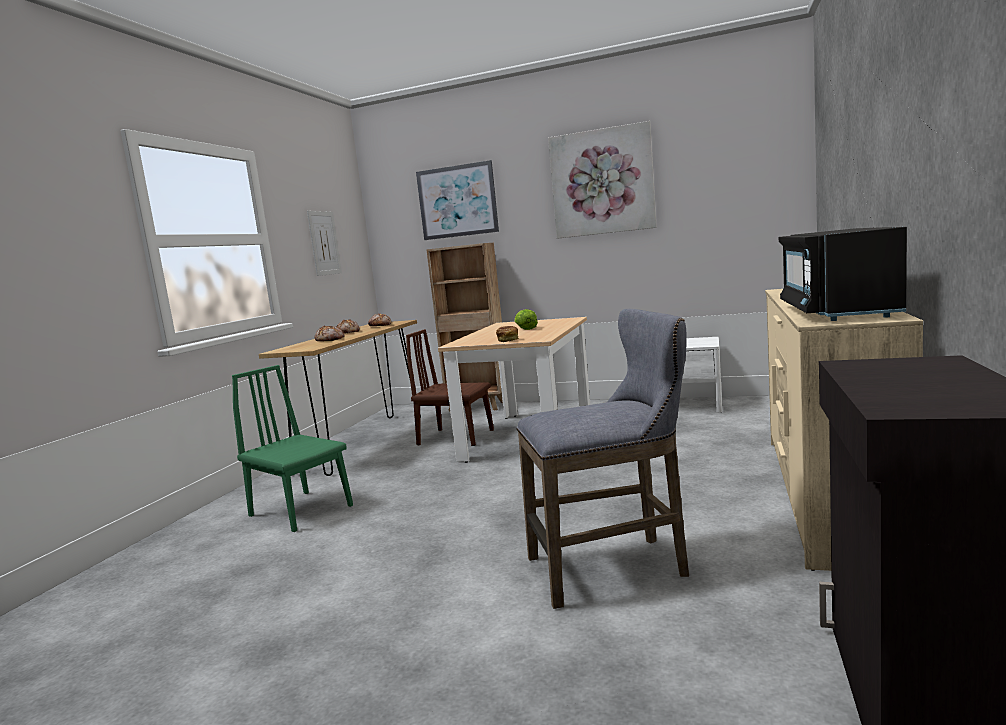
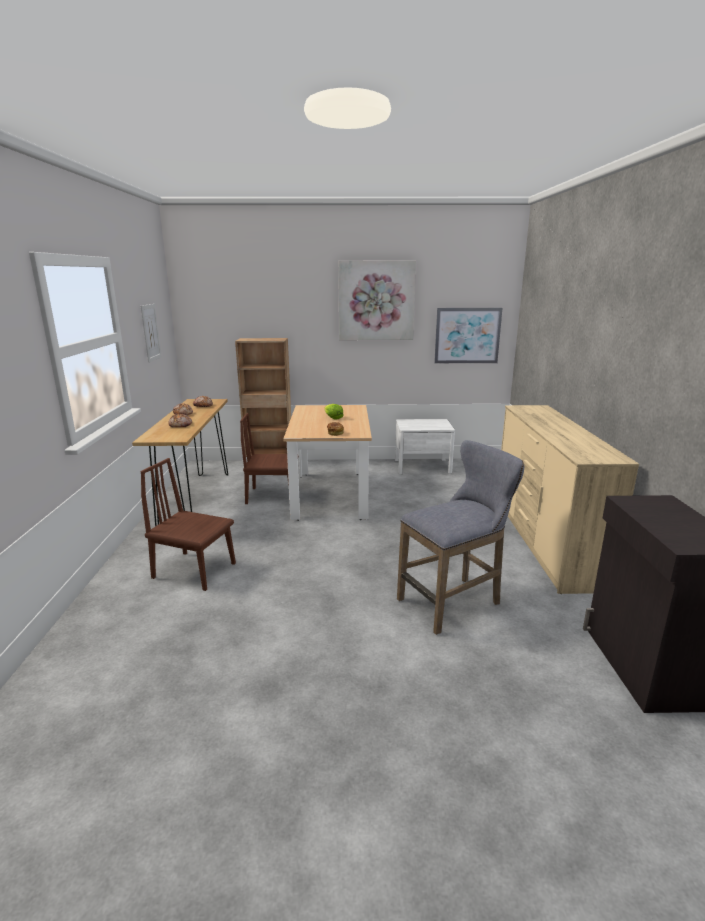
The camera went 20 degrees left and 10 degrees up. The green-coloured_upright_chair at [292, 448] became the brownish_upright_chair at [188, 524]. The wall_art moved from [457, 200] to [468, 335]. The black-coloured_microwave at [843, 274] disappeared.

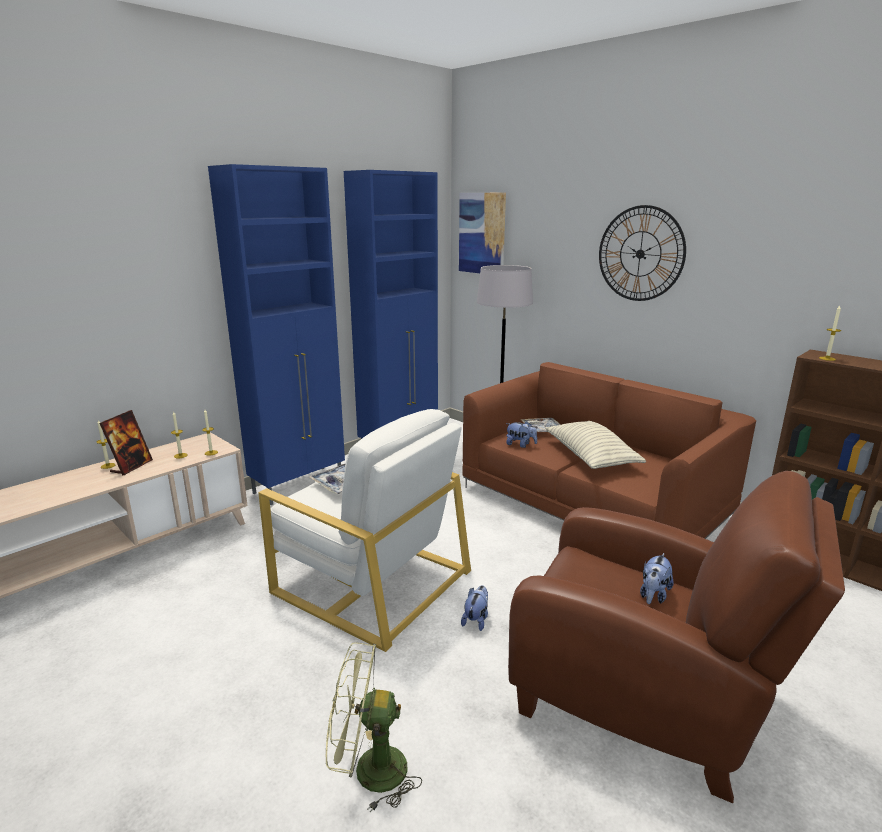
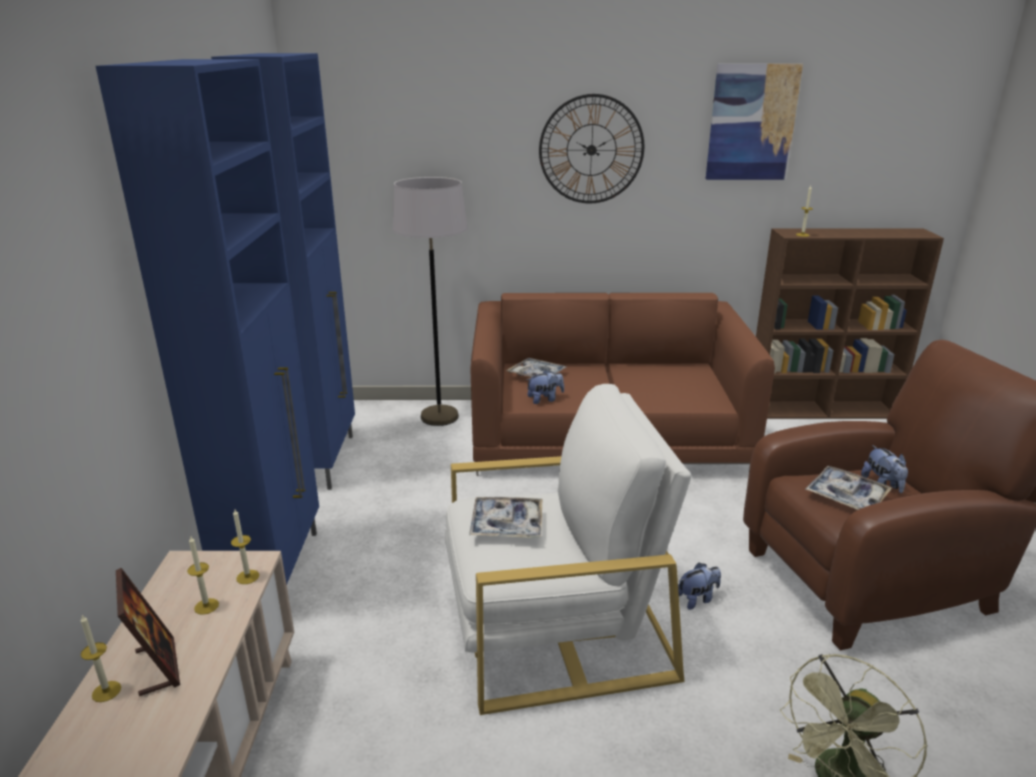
The camera went 45 degrees left and 5 degrees up. The wall_art moved from [482, 233] to [754, 122]. The plush_toy at [474, 608] turned 90 degrees clockwise. The throw_pillow at [595, 445] disappeared. The serving_tray at [848, 488] appeared.

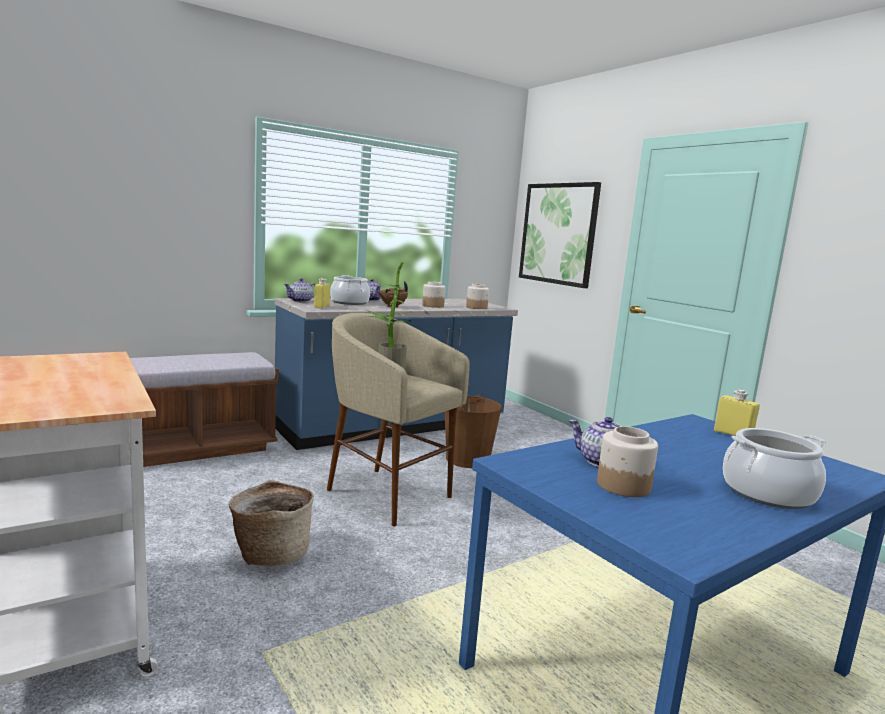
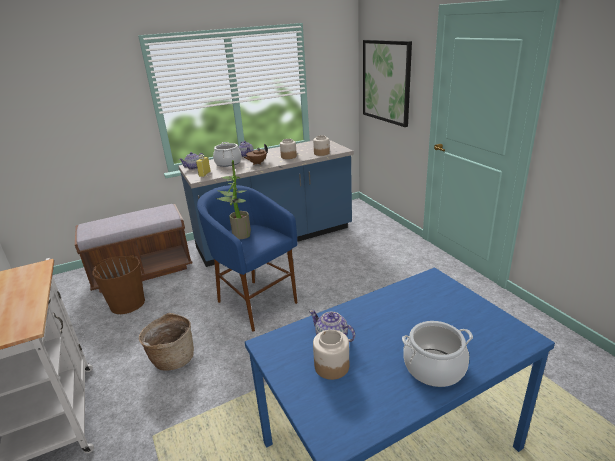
The camera went 10 degrees right and 15 degrees up. The sand-coloured_stool at [398, 420] became the blue_stool at [247, 258]. The brownish_bucket moved from [473, 431] to [119, 284]. The yellow_beverage_bottle at [737, 412] disappeared.

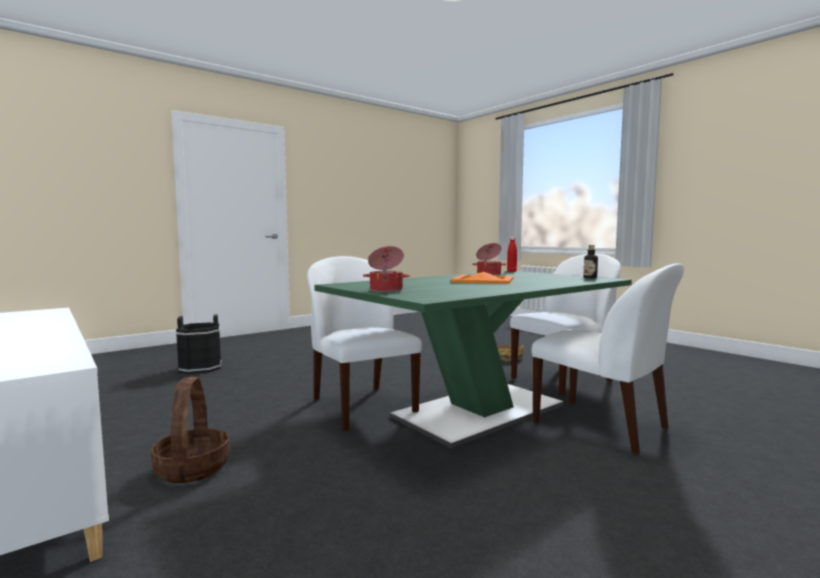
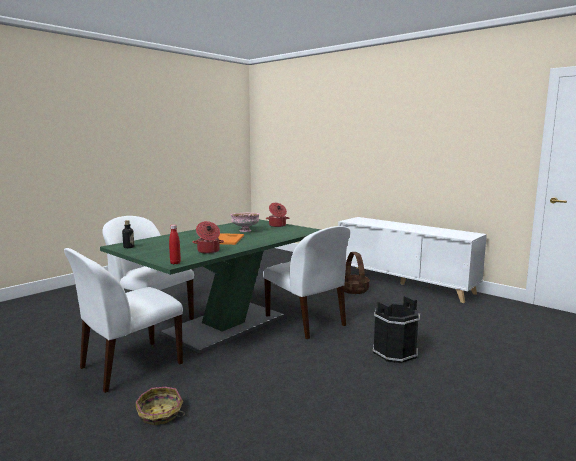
The camera went 170 degrees right and 5 degrees up. The black-coloured_bucket moved from [199, 344] to [396, 329]. The pinkish_deep_dish at [245, 222] appeared.

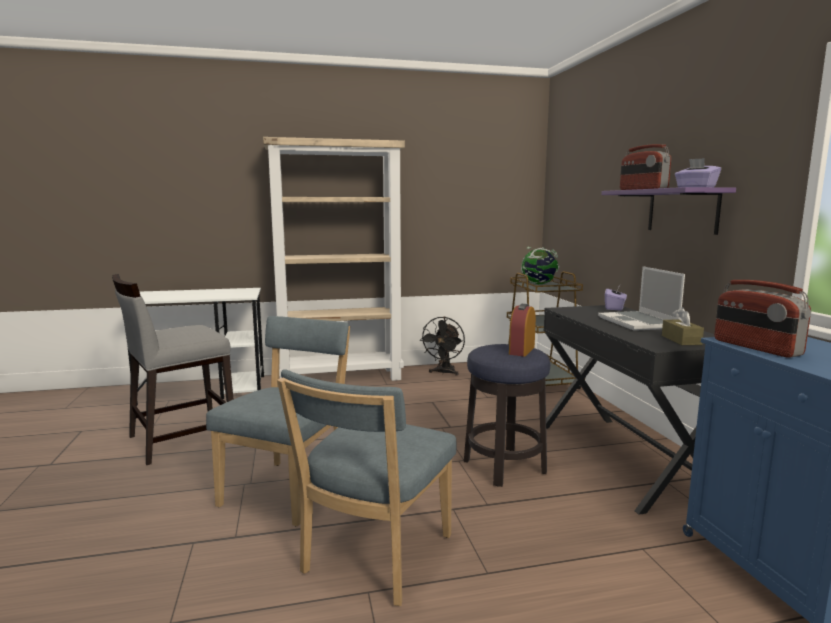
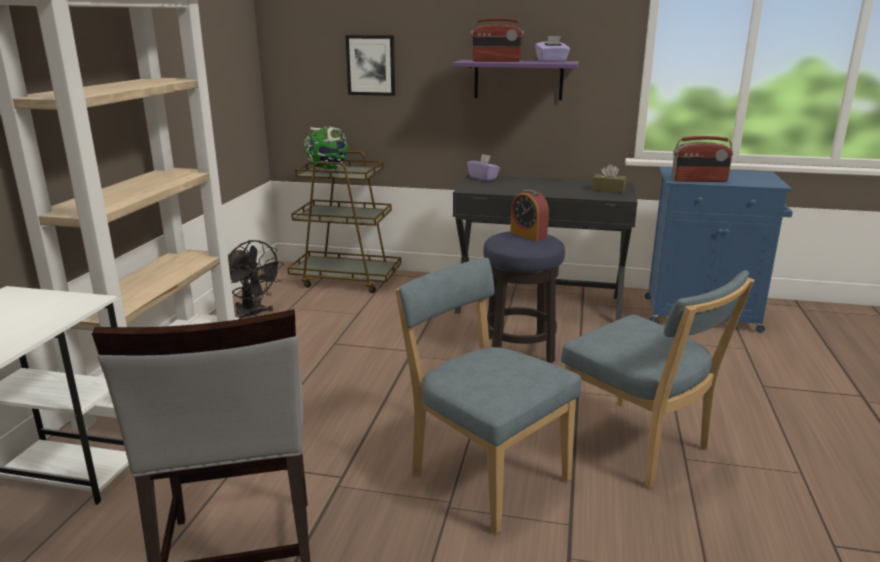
The camera went 65 degrees left and 10 degrees up. The portable_computer at [641, 298] disappeared. The wall_art at [370, 65] appeared.

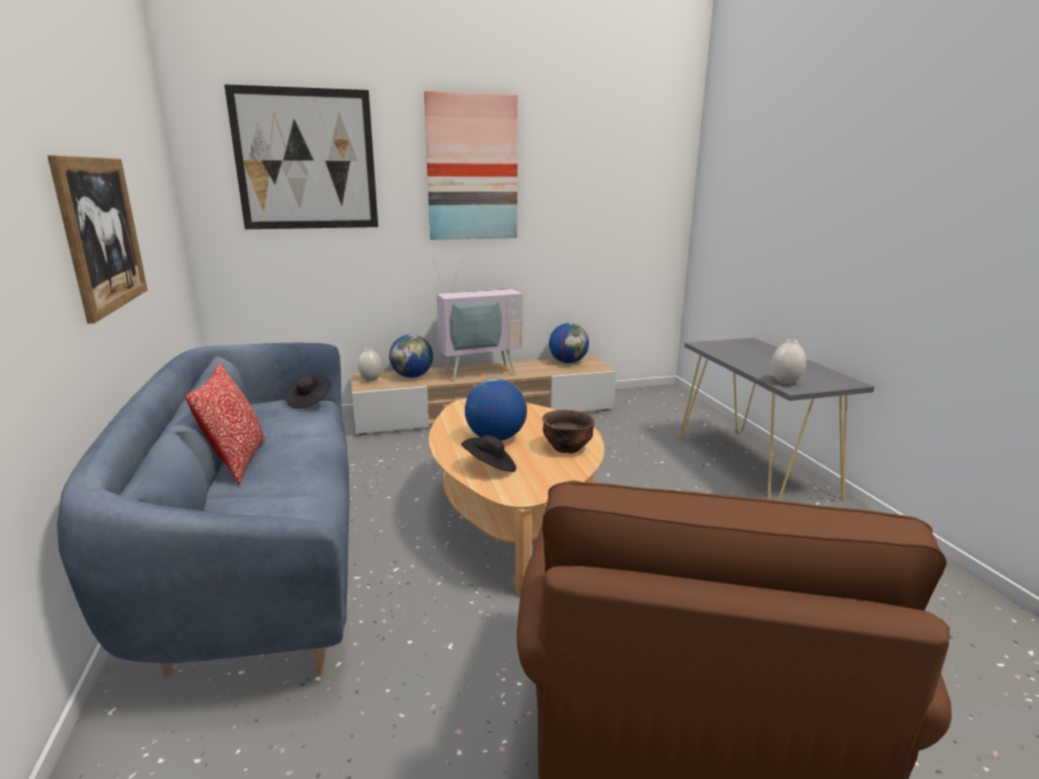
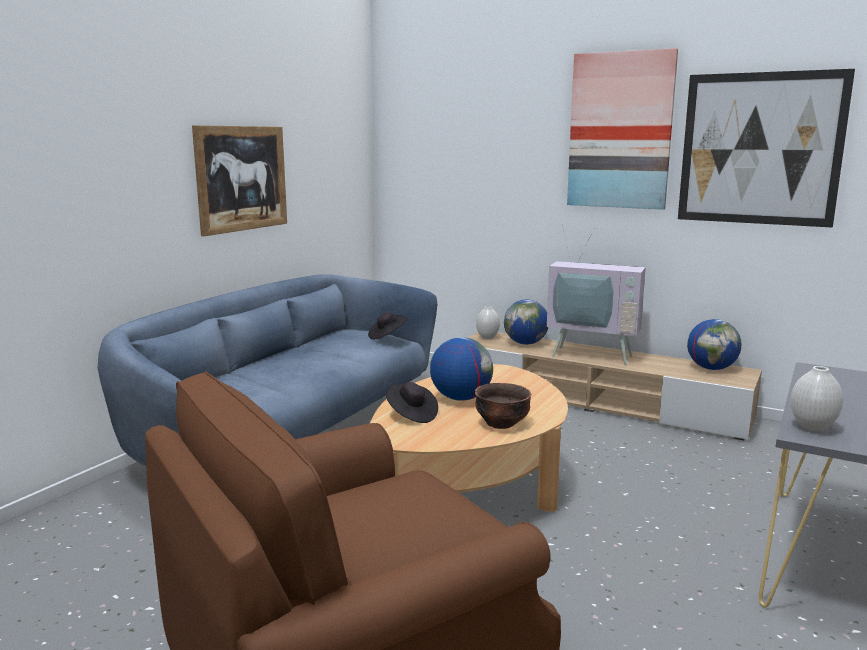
The camera went 45 degrees right and 5 degrees down. The throw_pillow at [225, 424] disappeared. The wall_art moved from [301, 156] to [766, 148].

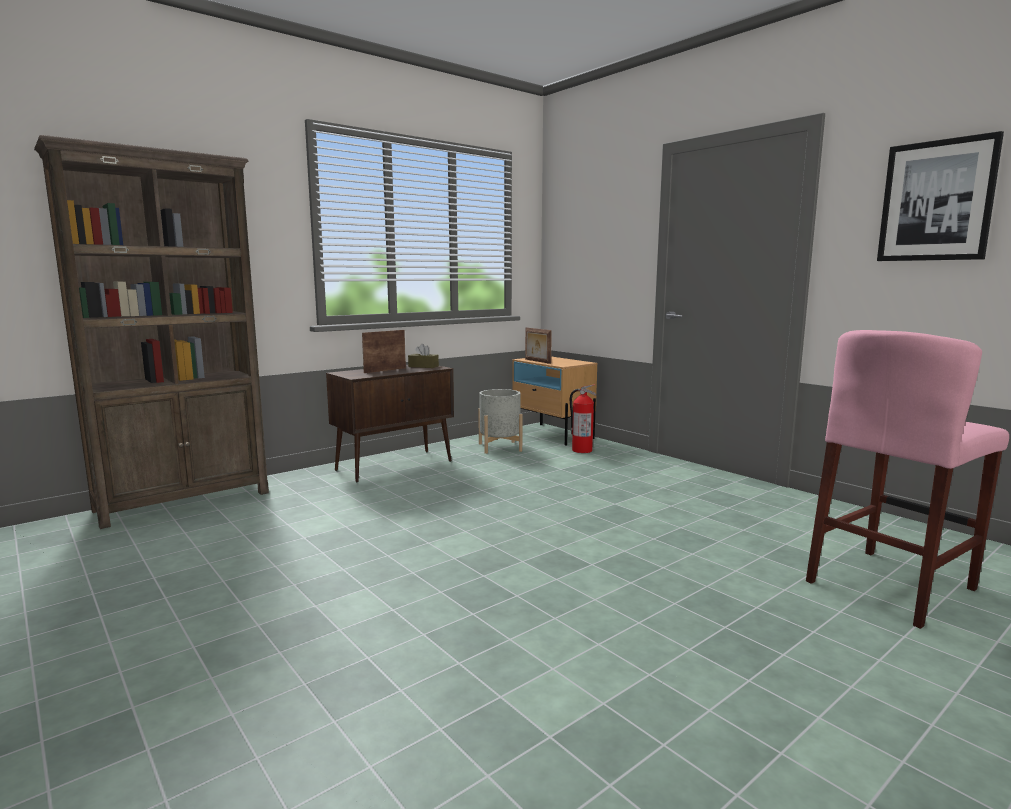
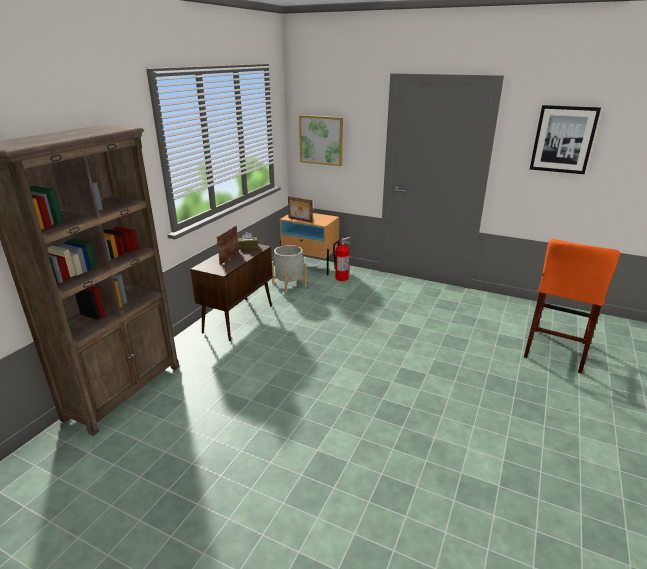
The camera went 25 degrees left and 15 degrees up. The pinkish_stool at [907, 479] became the orangey_stool at [572, 306]. The wall_art at [321, 140] appeared.

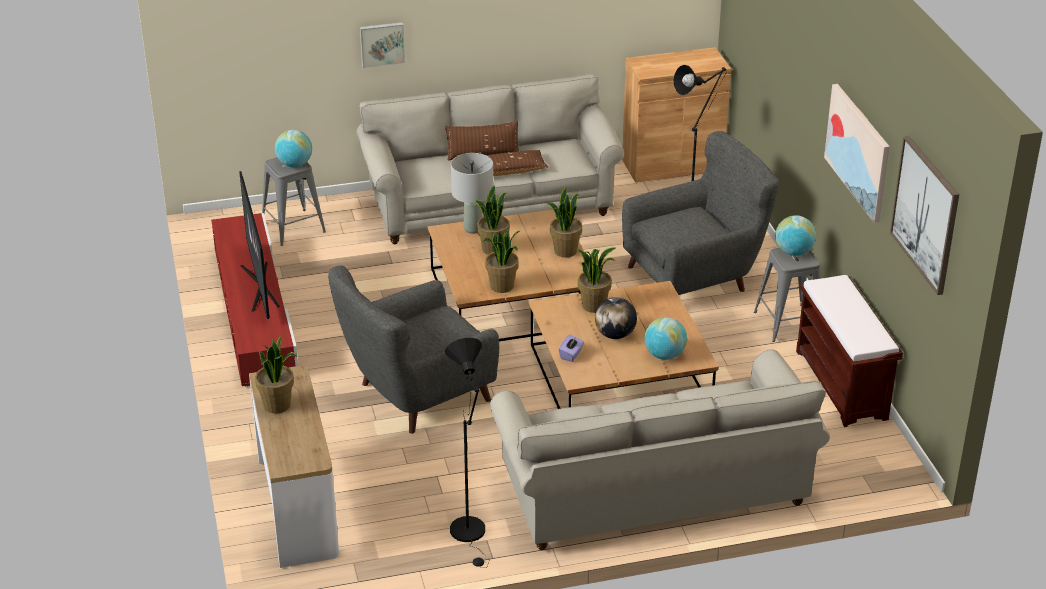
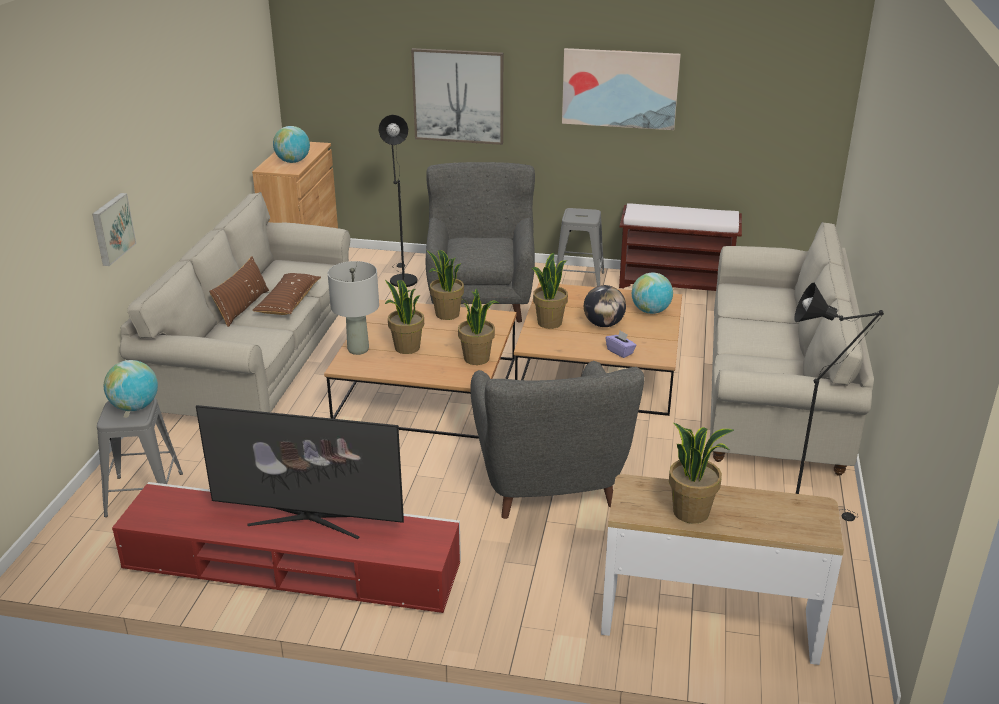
The camera went 65 degrees left and 5 degrees down. The globe moved from [795, 235] to [291, 144]. The wall_art moved from [924, 215] to [457, 96].

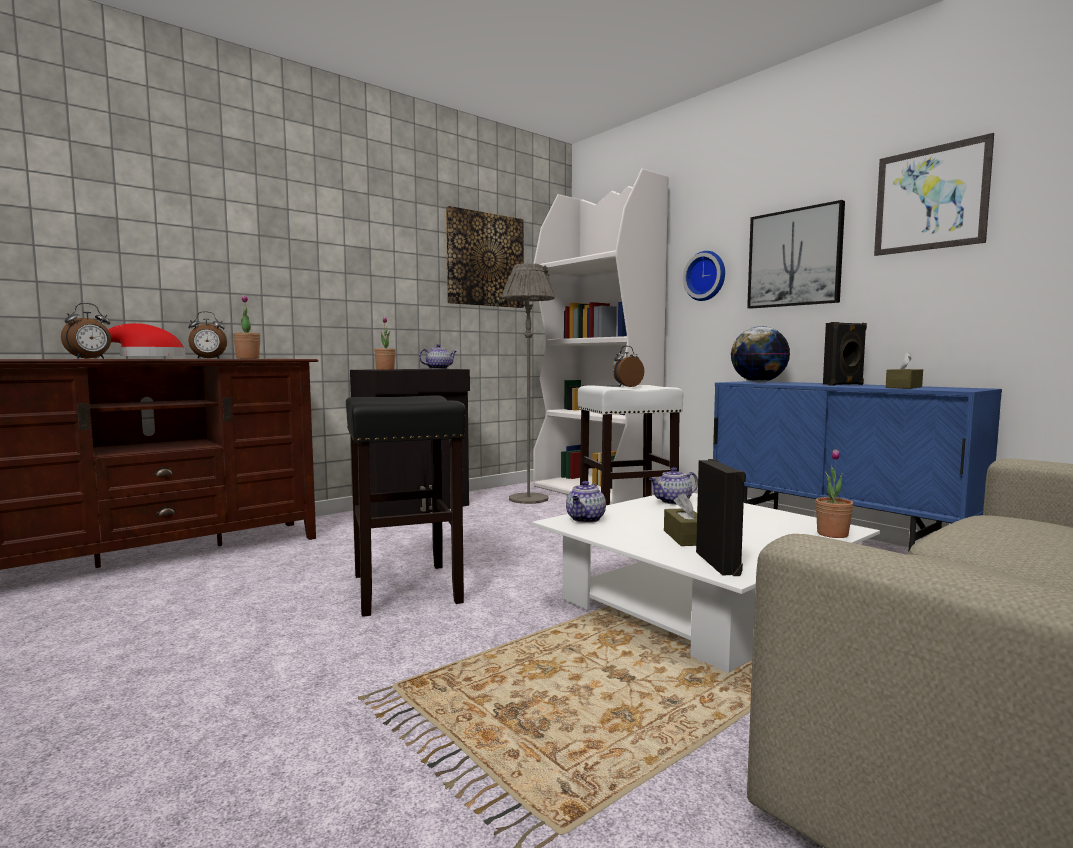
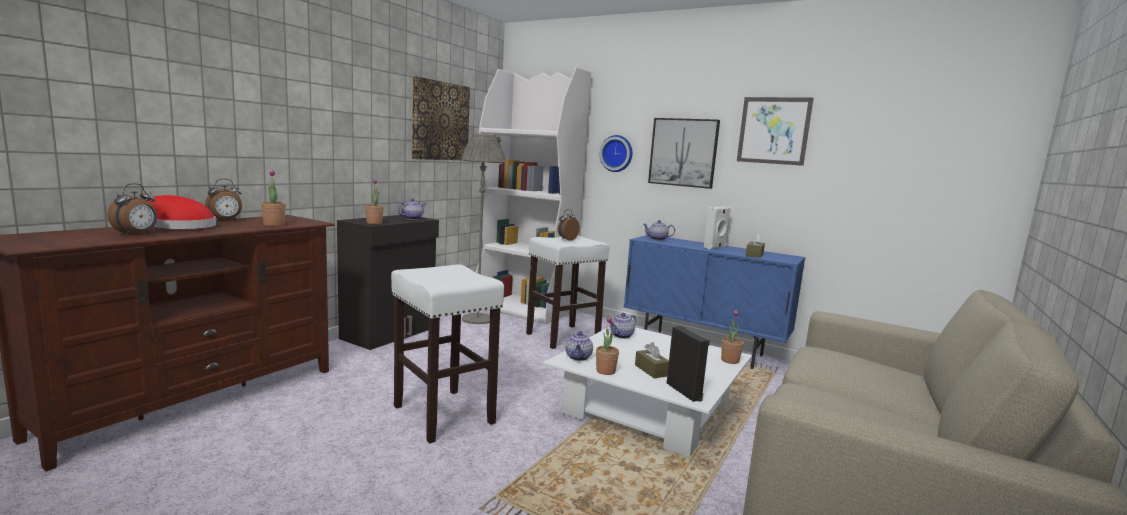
The camera went 20 degrees left and 5 degrees up. The black-coloured_stool at [405, 506] became the white_stool at [447, 354]. The globe at [760, 354] was replaced by the tea_pot at [659, 230]. The black-coloured_speaker at [845, 353] became the white_speaker at [717, 227]. The houseplant at [607, 345] appeared.

